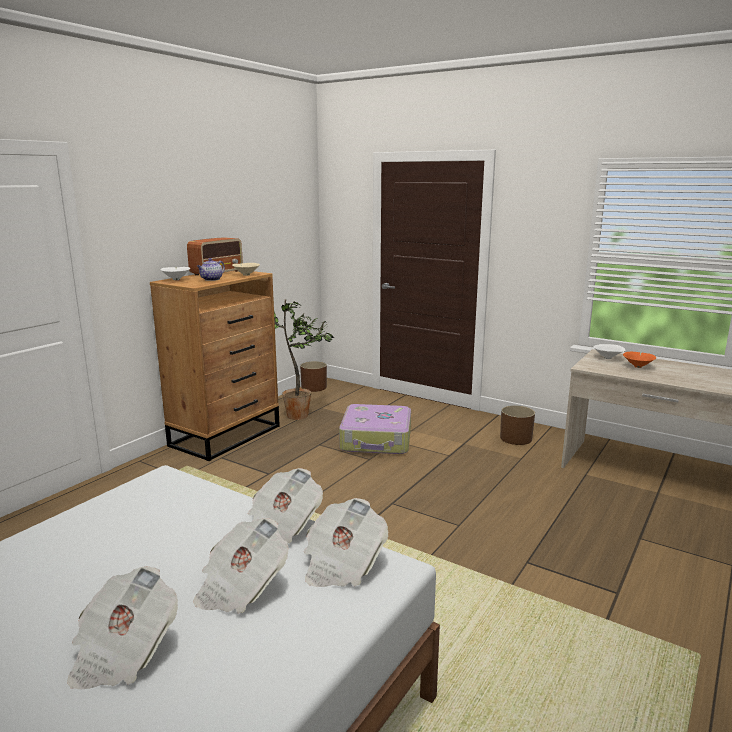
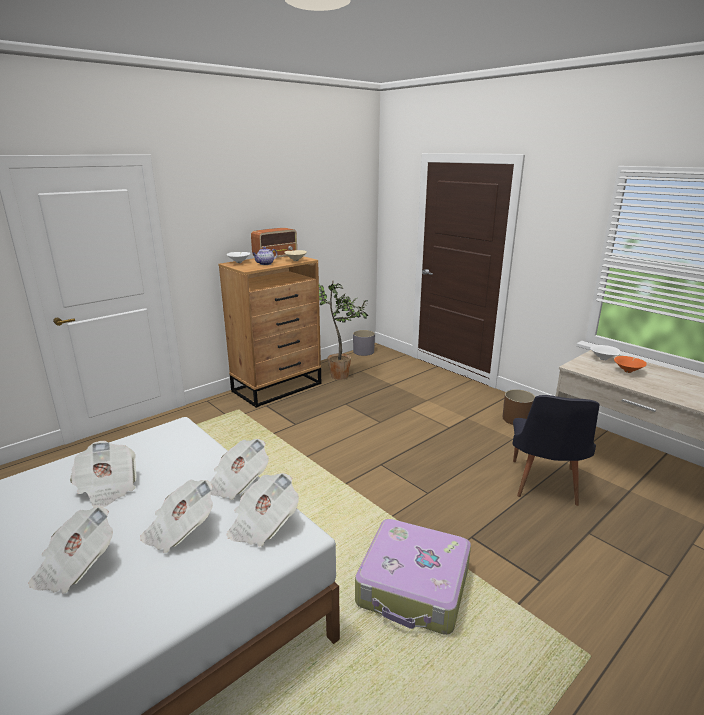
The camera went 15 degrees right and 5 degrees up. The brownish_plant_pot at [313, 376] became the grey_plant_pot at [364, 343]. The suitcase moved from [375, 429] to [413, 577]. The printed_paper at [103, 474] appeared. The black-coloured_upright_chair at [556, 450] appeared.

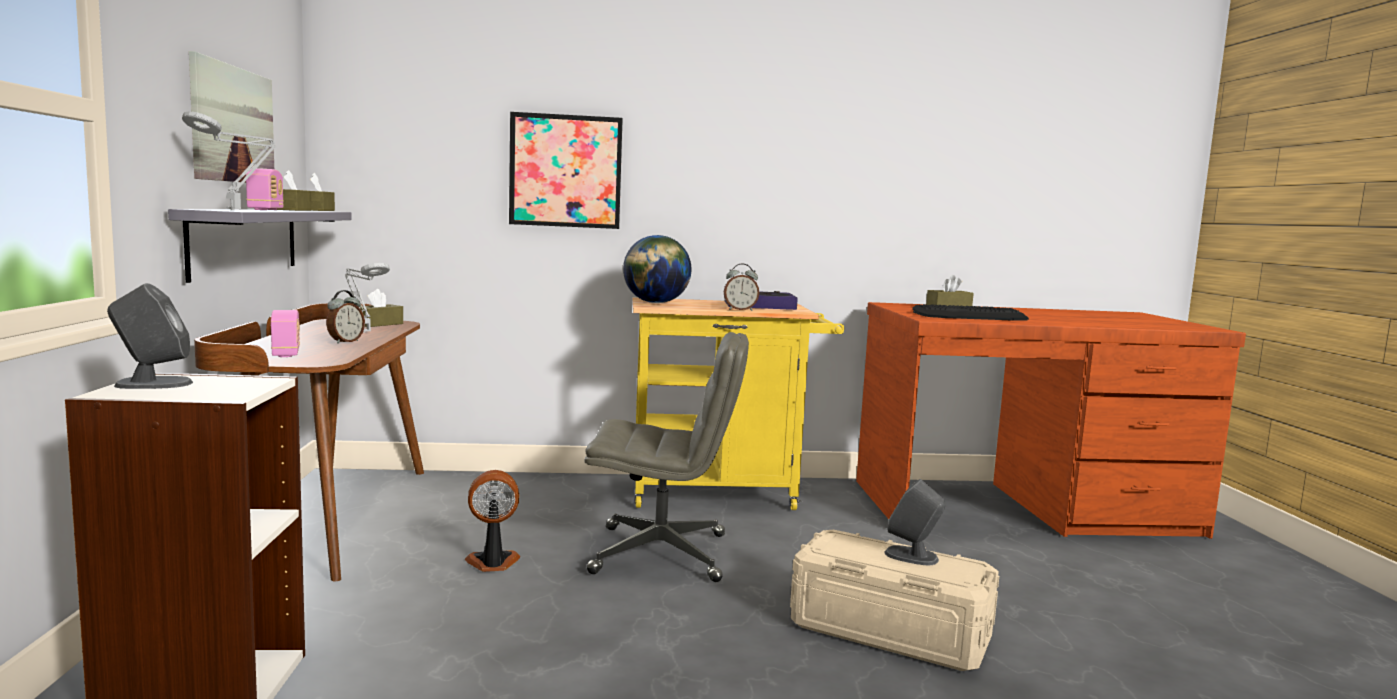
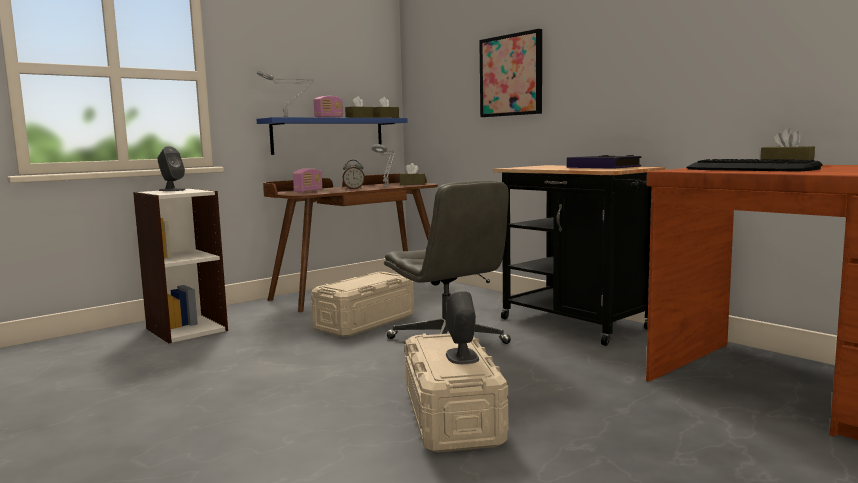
The camera went 55 degrees right and 0 degrees up. The grey_bracket_shelf at [260, 246] became the blue_bracket_shelf at [332, 136]. The wall_art at [231, 117] disappeared. The fan at [492, 521] was replaced by the sand-coloured_storage_bin at [362, 304]. The globe at [657, 269] disappeared. The yellow_trolley at [738, 403] became the black-coloured_trolley at [579, 255]. The bedside_clock at [741, 287] disappeared.

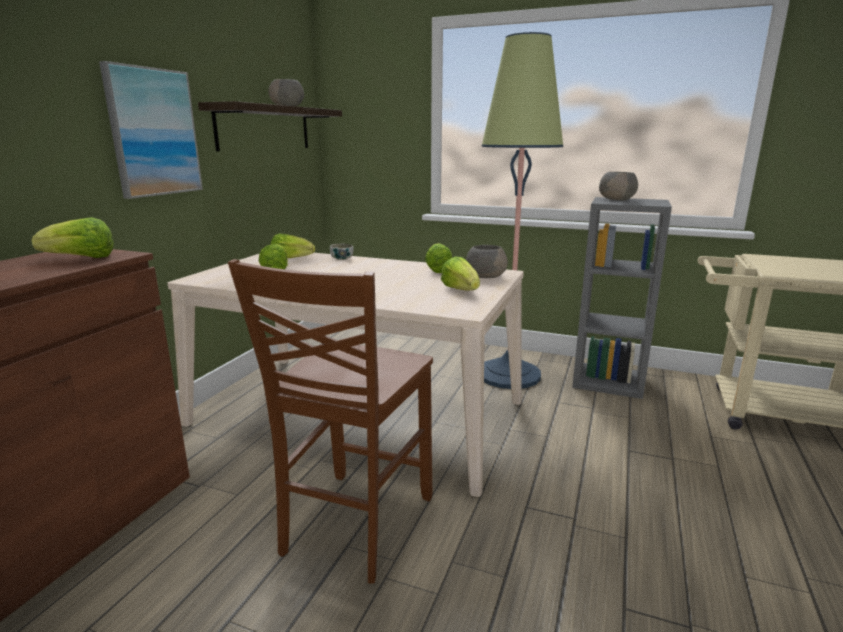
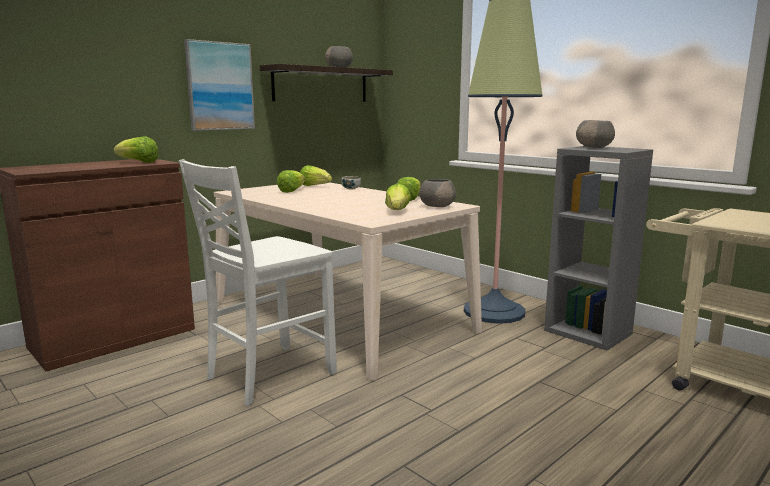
The camera went 25 degrees right and 5 degrees down. The brownish_upright_chair at [330, 421] became the white_upright_chair at [258, 282].

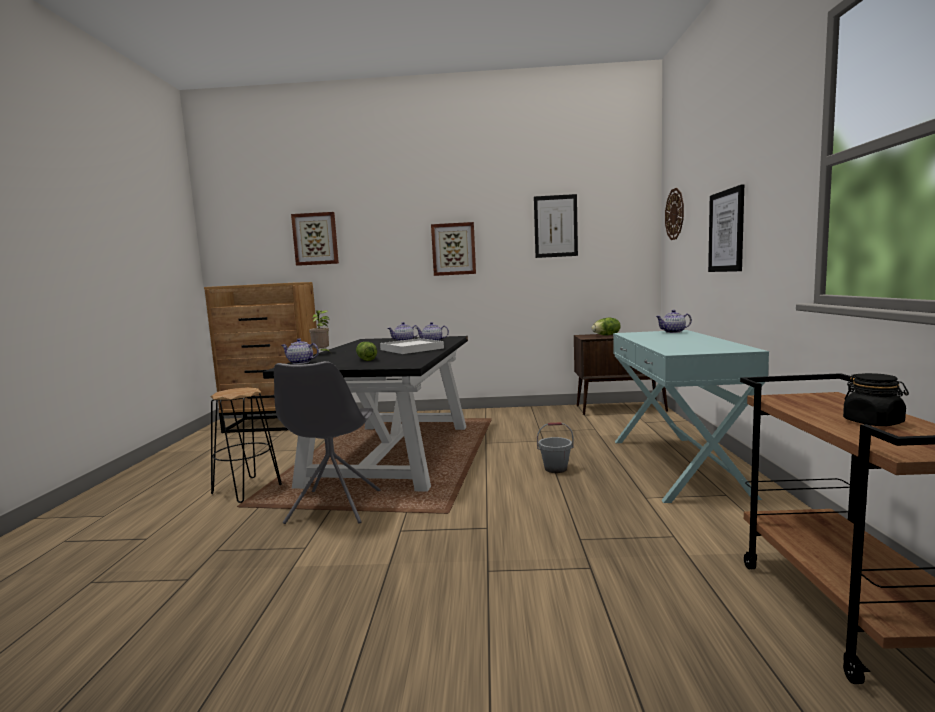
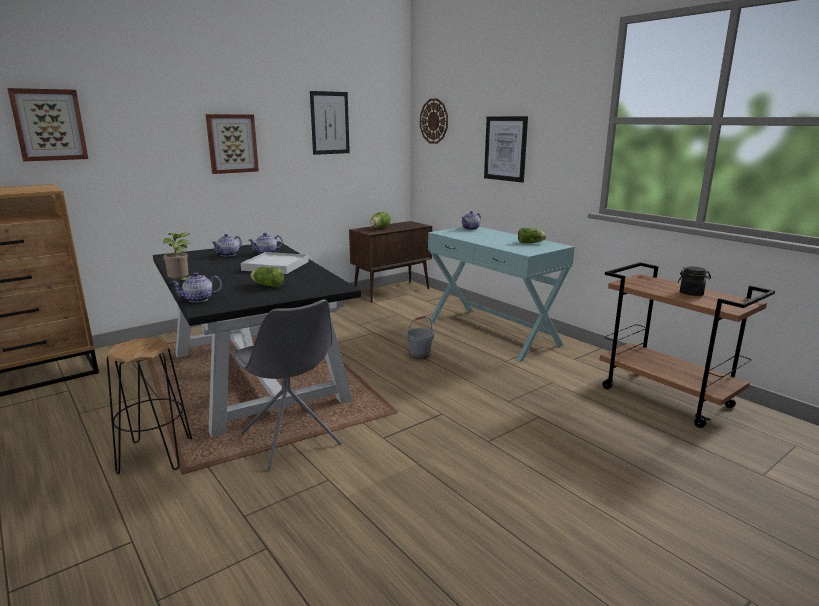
The camera went 40 degrees left and 10 degrees up. The lettuce_head at [532, 235] appeared.

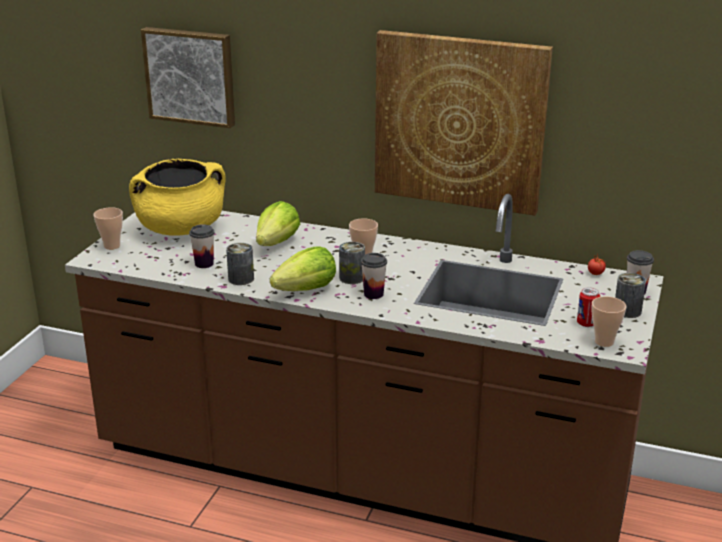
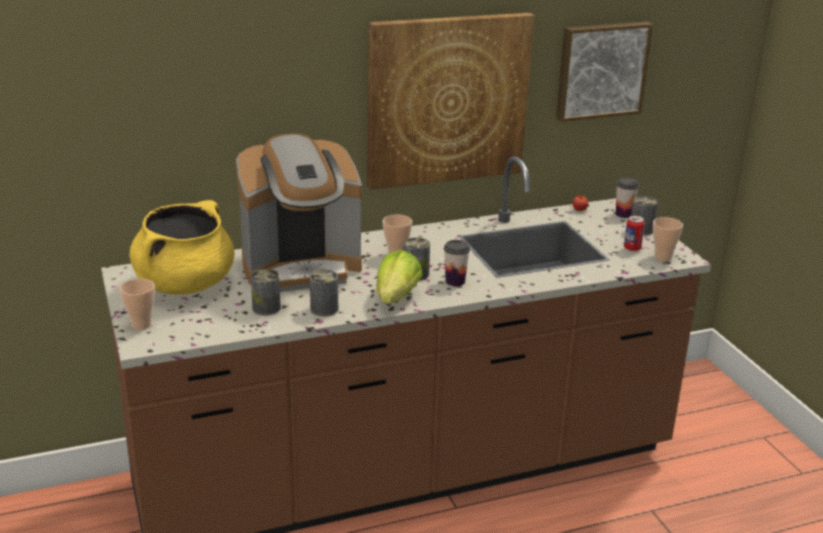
The camera went 40 degrees left and 0 degrees up. The wall_art moved from [188, 77] to [604, 71]. The small_cup at [202, 246] was replaced by the sealed_can at [266, 292]. The lettuce_head at [278, 223] was replaced by the coffee_brewer at [299, 212].

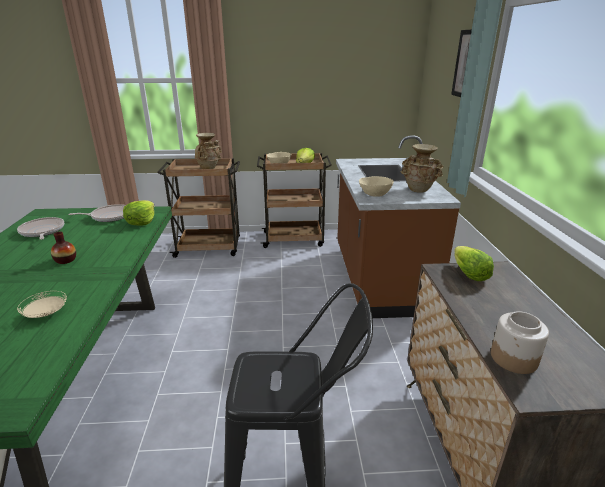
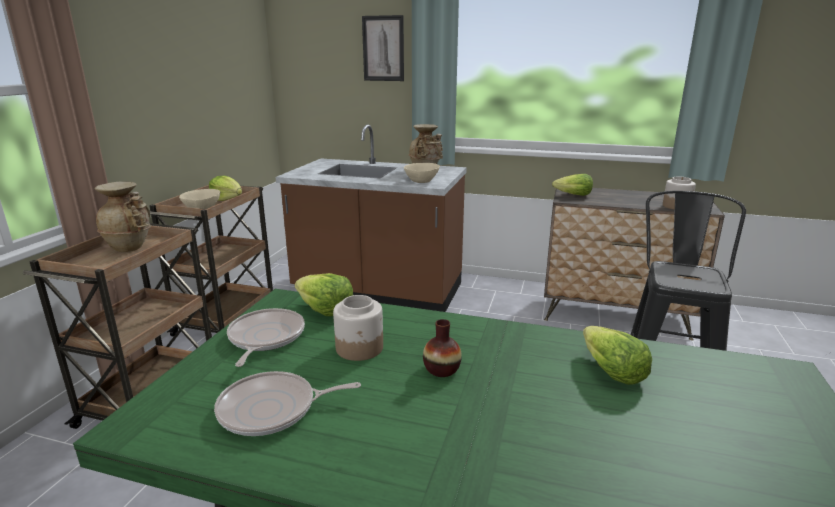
The camera went 70 degrees left and 5 degrees down. The sand-coloured_dinner_plate at [42, 304] was replaced by the lettuce_head at [617, 355]. The storage_jar at [358, 328] appeared.

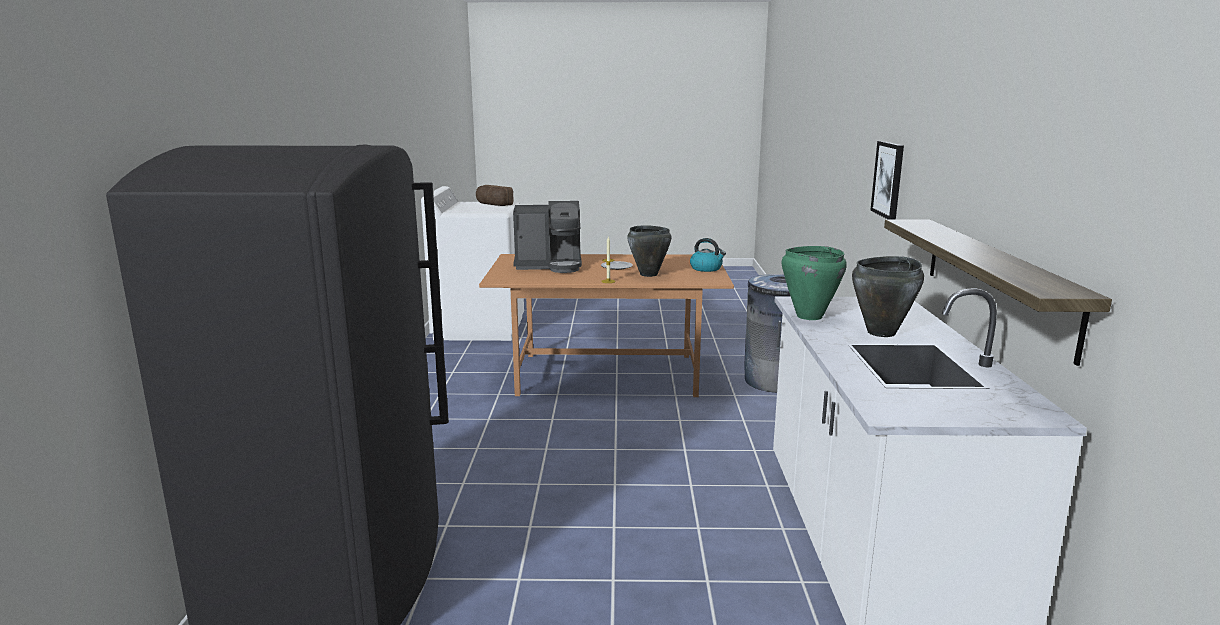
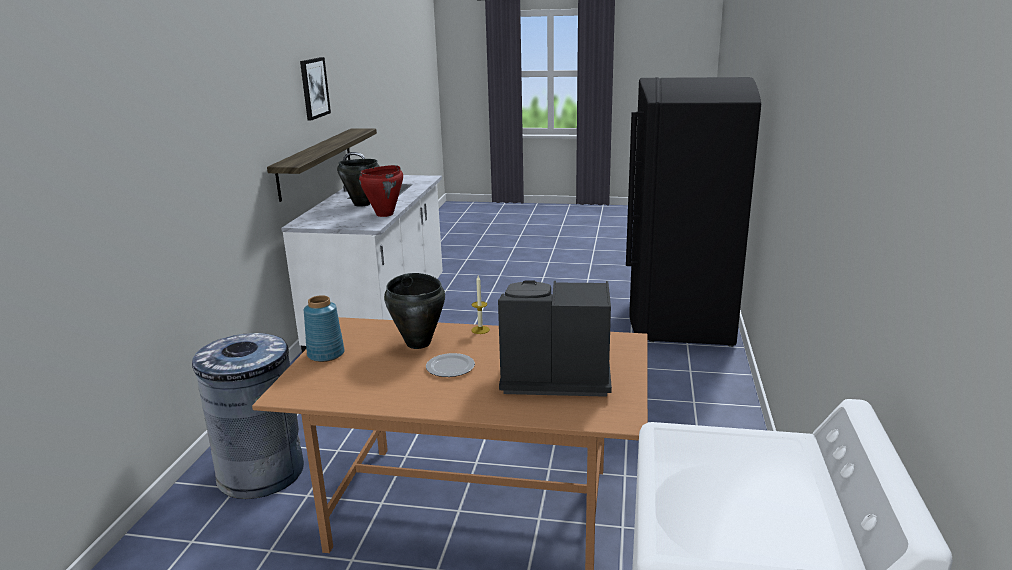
The camera went 170 degrees left and 5 degrees up. The baked_bread at [494, 195] disappeared. The tea_kettle at [708, 255] was replaced by the blue_vase at [324, 328]. The green-coloured_cooking_pot at [814, 283] became the reddish_cooking_pot at [381, 191]. The wall_art moved from [887, 180] to [315, 89].

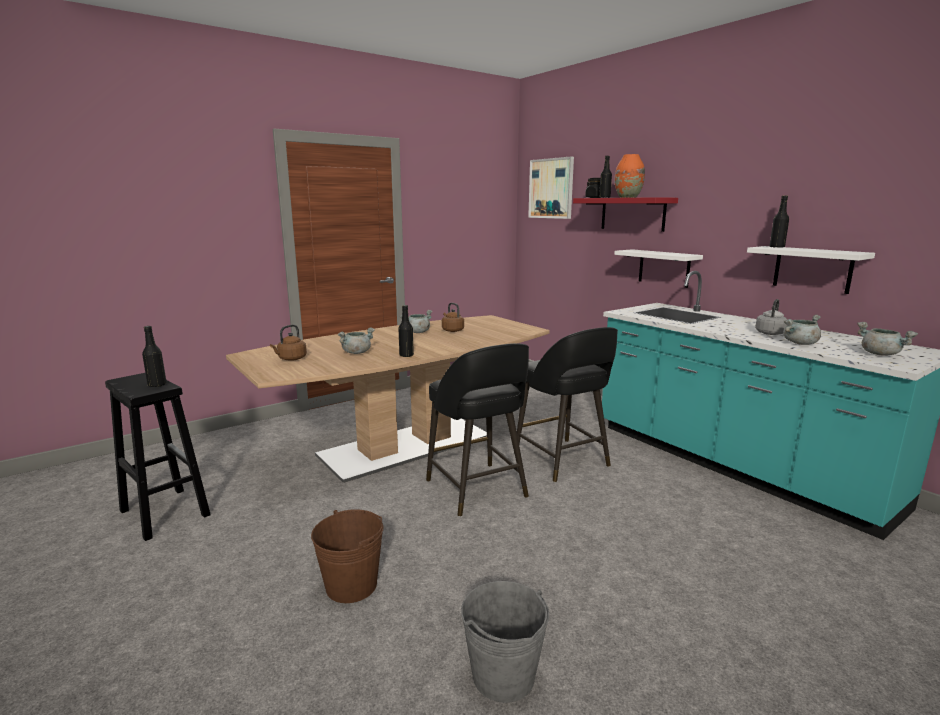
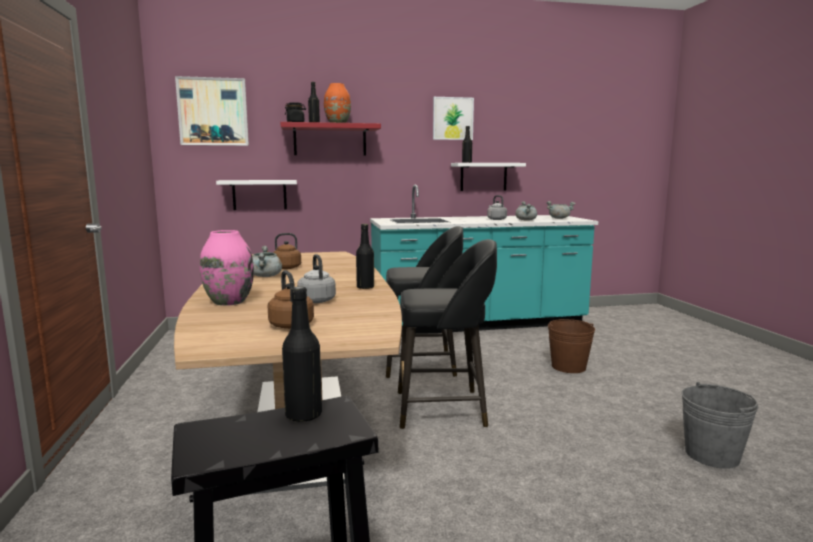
The camera went 65 degrees left and 5 degrees down. The brownish_bucket moved from [347, 556] to [571, 346]. The grey_cooking_pot at [356, 340] was replaced by the grey_tea_kettle at [316, 278]. The white_bracket_shelf moved from [658, 268] to [256, 195]. The pinkish_vase at [227, 268] appeared. The wall_art at [453, 118] appeared.

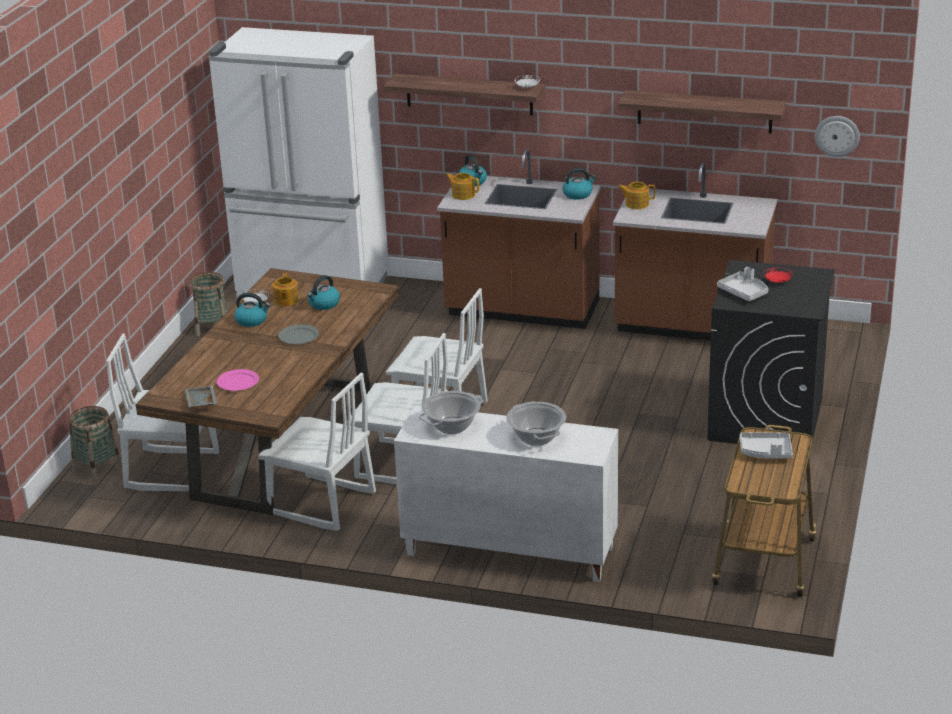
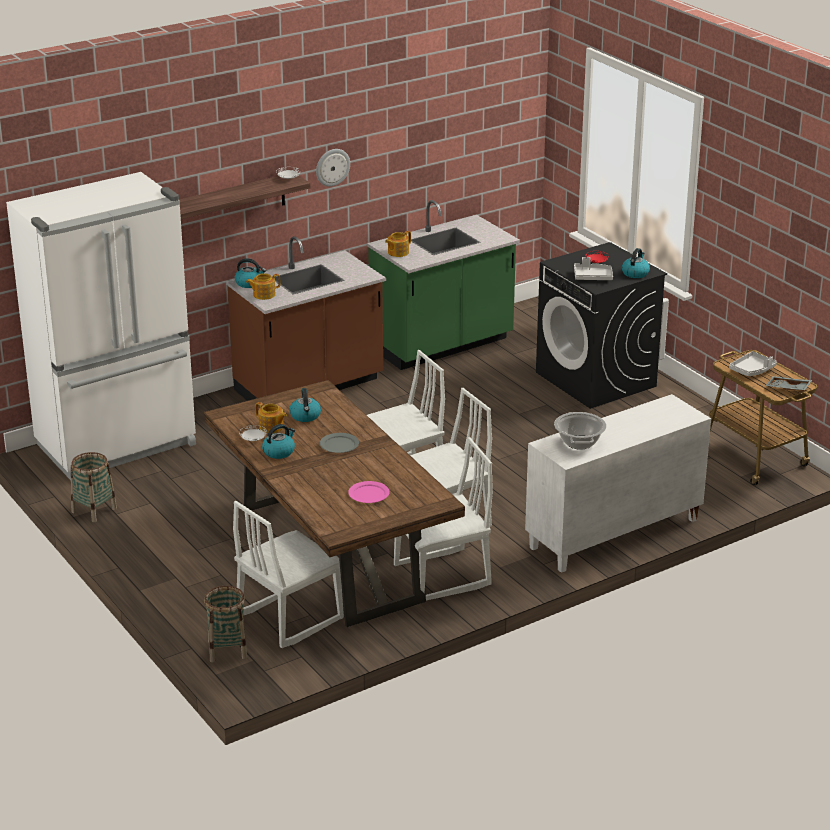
The camera went 50 degrees left and 0 degrees up. The grey_serving_tray moved from [201, 397] to [788, 383]. The cooking_pot at [536, 424] disappeared. The tea_kettle moved from [579, 184] to [636, 263]. The brownish_counter at [695, 251] became the green-coloured_counter at [443, 285]. The bracket_shelf at [702, 112] disappeared. The hanging_clock moved from [837, 136] to [333, 168].

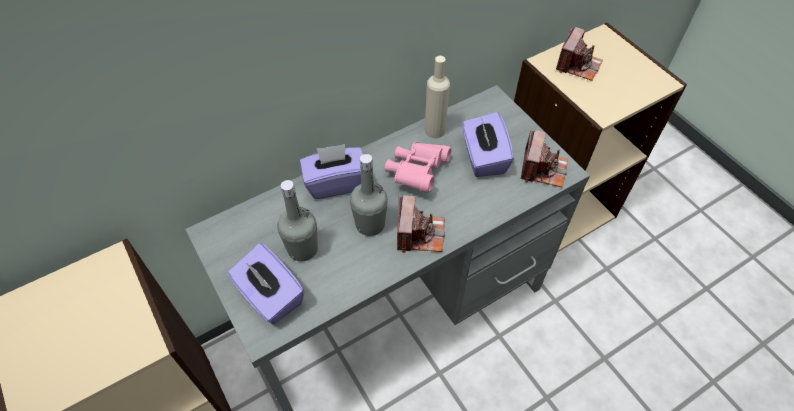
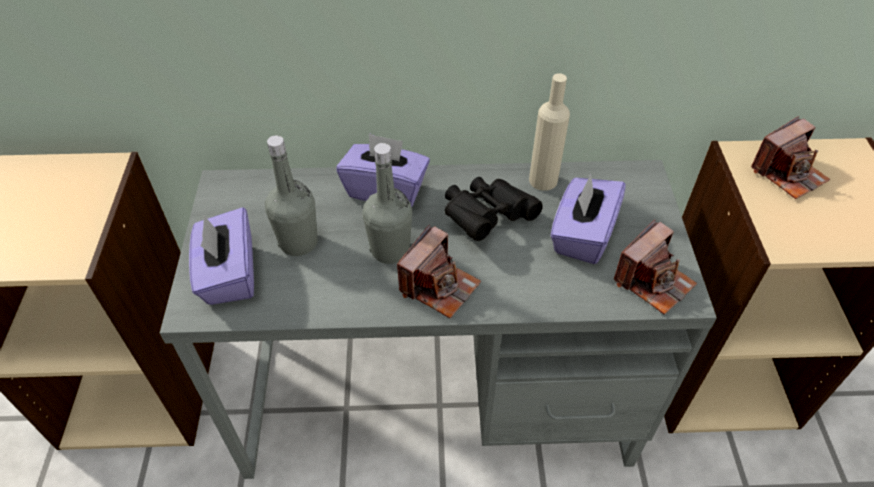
The camera went 30 degrees right and 5 degrees down. The pinkish_binoculars at [418, 167] became the black-coloured_binoculars at [494, 209].

